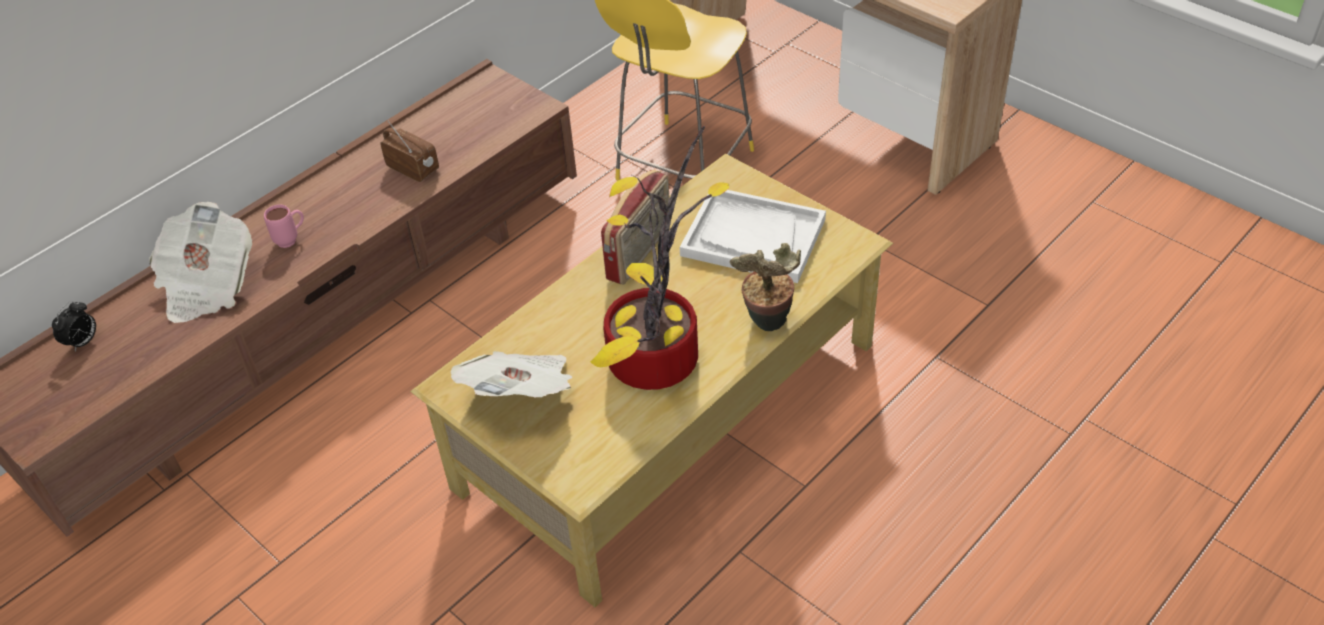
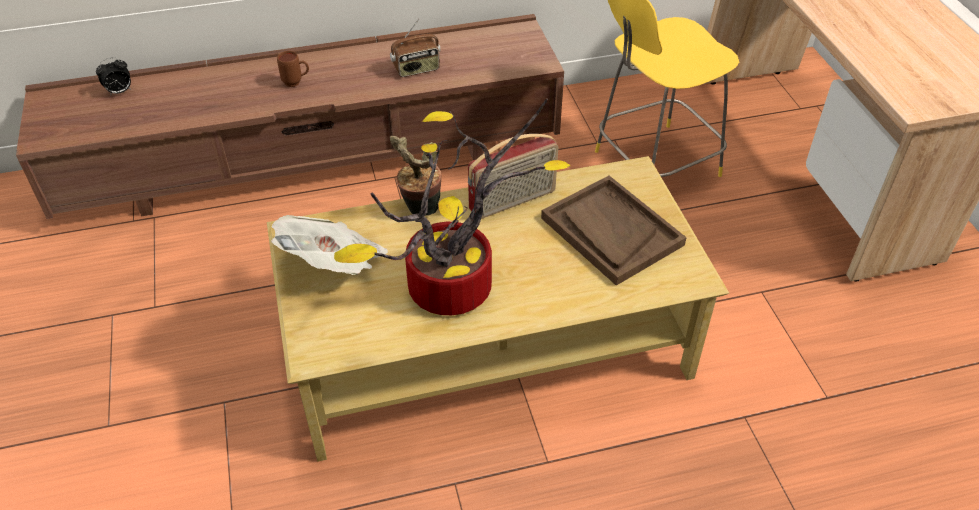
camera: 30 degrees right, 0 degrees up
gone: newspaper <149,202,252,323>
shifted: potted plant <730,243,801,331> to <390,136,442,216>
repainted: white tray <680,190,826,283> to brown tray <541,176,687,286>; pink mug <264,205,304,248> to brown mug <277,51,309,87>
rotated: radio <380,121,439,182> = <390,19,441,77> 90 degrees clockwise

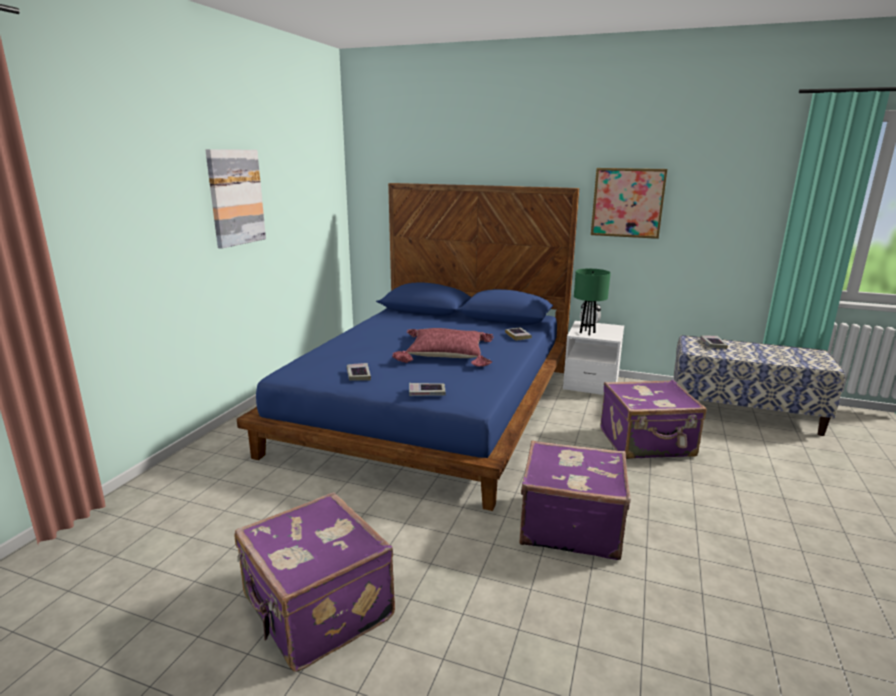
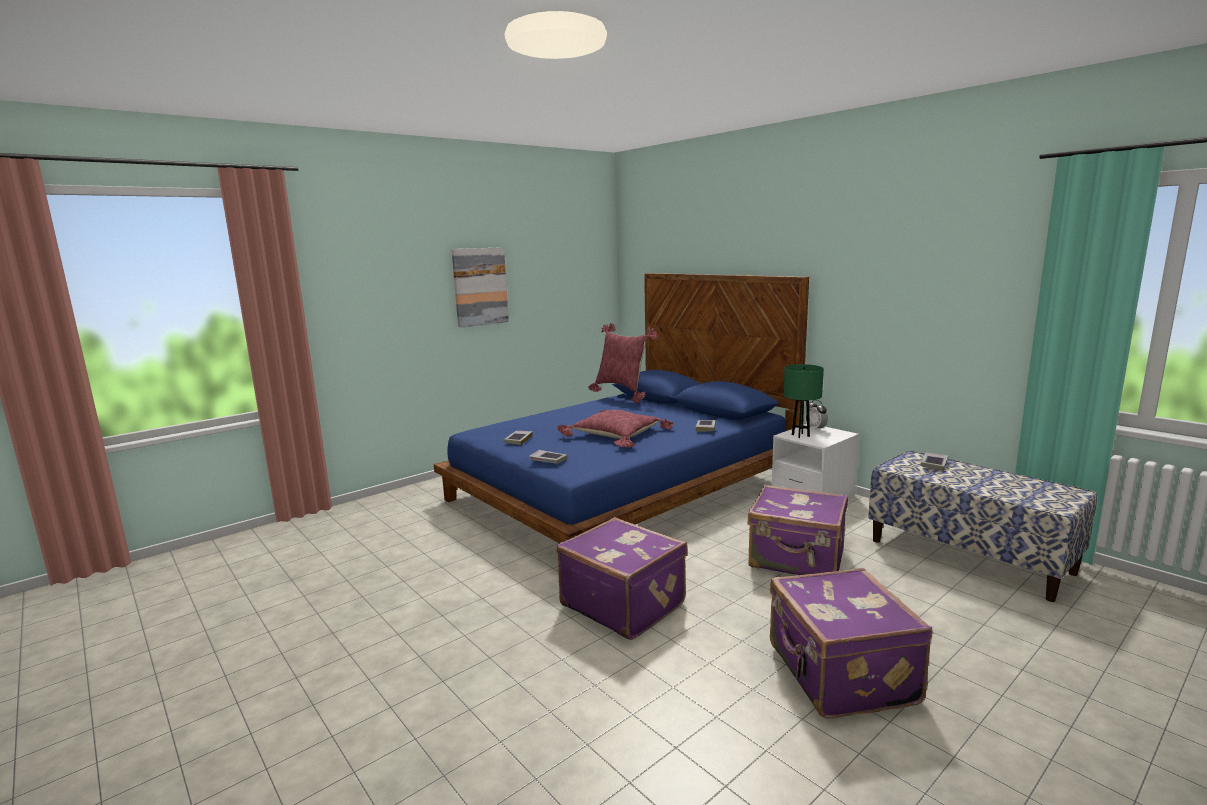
camera: 30 degrees right, 5 degrees down
gone: picture <591,168,667,239>
new: red pillow <588,323,658,403>
shifted: purple suitcase <234,492,395,672> to <770,568,932,719>

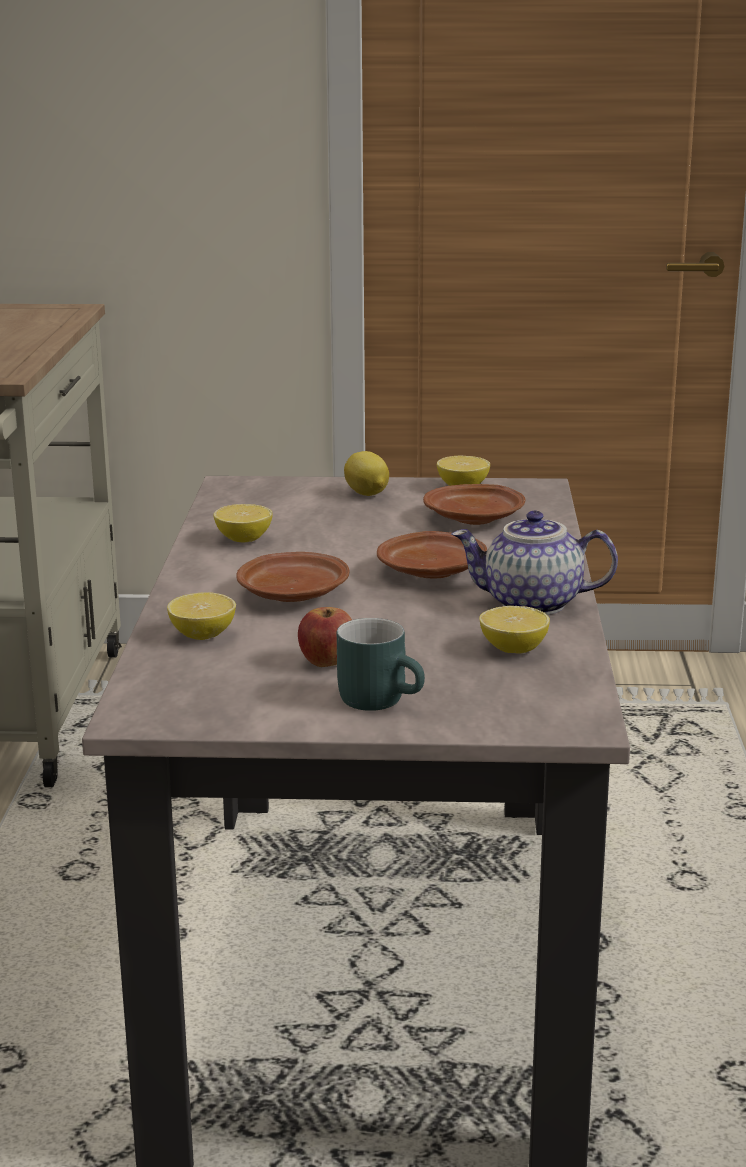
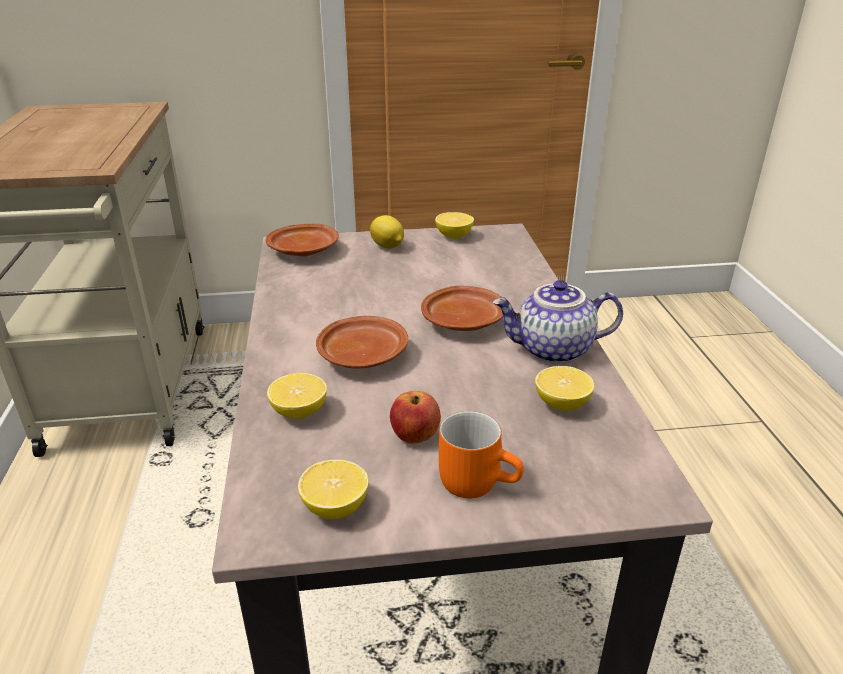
camera: 10 degrees left, 10 degrees up
shifted: brown plate <423,484,525,525> to <266,224,339,256>; lemon <214,504,273,542> to <298,460,369,520>
repainted: turquoise mug <337,618,425,711> to orange mug <439,411,524,499>

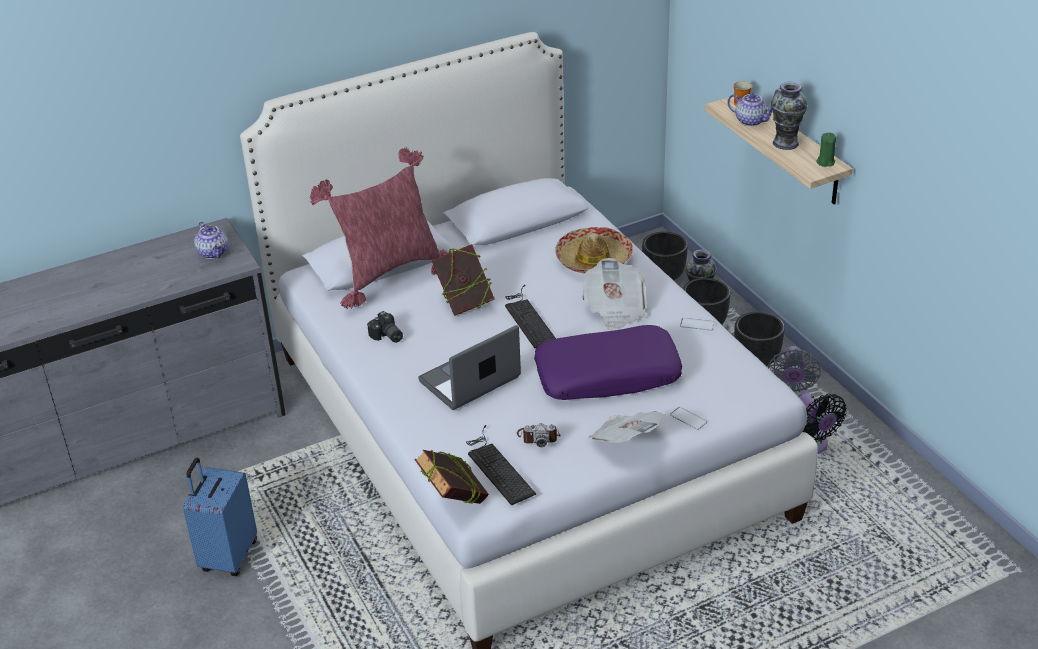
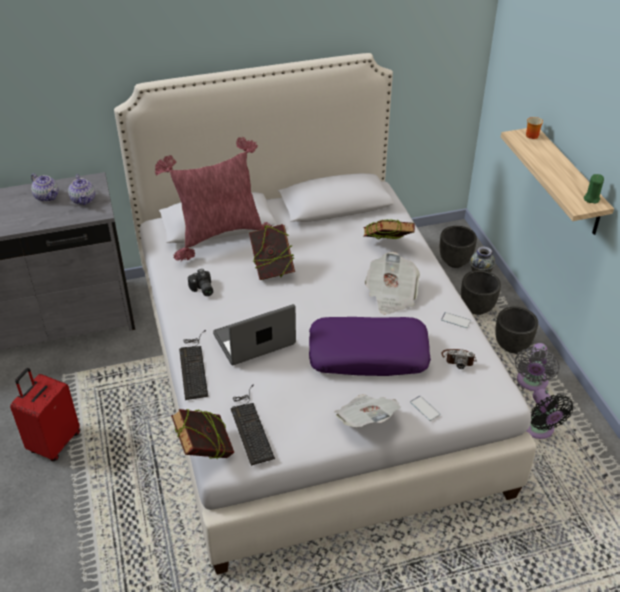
camera: 10 degrees right, 5 degrees up
gone: vase <771,82,807,150>
shifted: teapot <727,93,773,126> to <31,173,59,202>; keyboard <505,285,556,349> to <179,330,208,400>; photo camera <517,423,561,447> to <442,349,477,369>
swapped: hat <555,227,633,274> to book <363,219,415,240>
repainted: blue suitcase <183,458,257,576> to red suitcase <10,368,80,461>

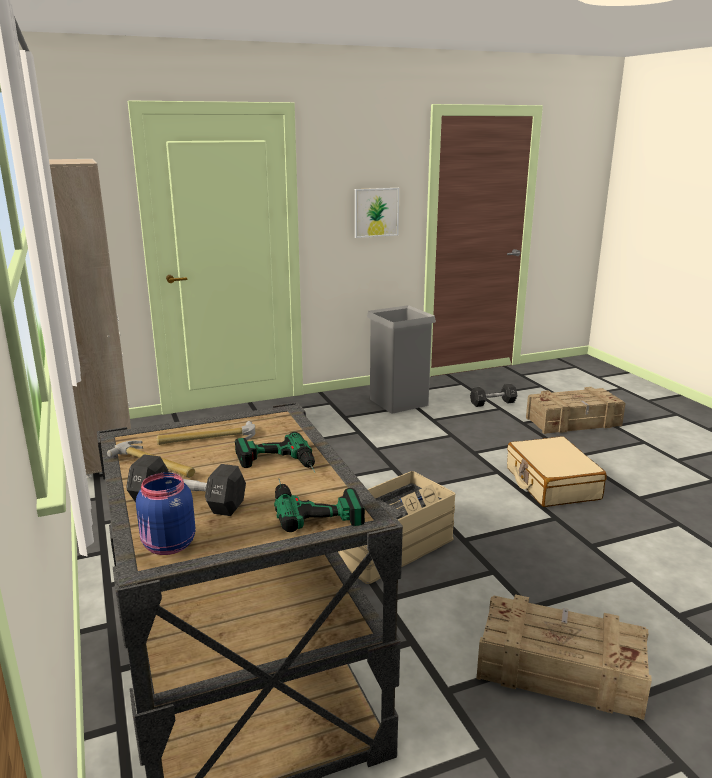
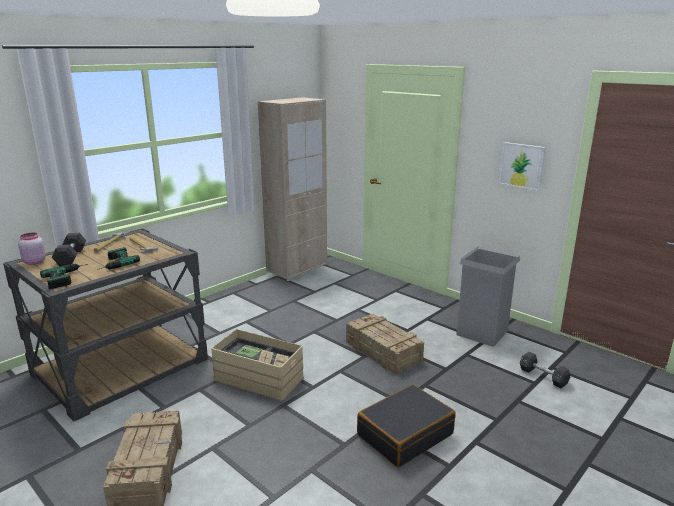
camera: 65 degrees right, 0 degrees up
shifted: crate <526,387,626,434> to <346,314,424,375>
repainted: beige suitcase <507,436,607,507> to black suitcase <357,384,456,467>; blue jar <136,472,196,555> to pink jar <18,233,46,265>

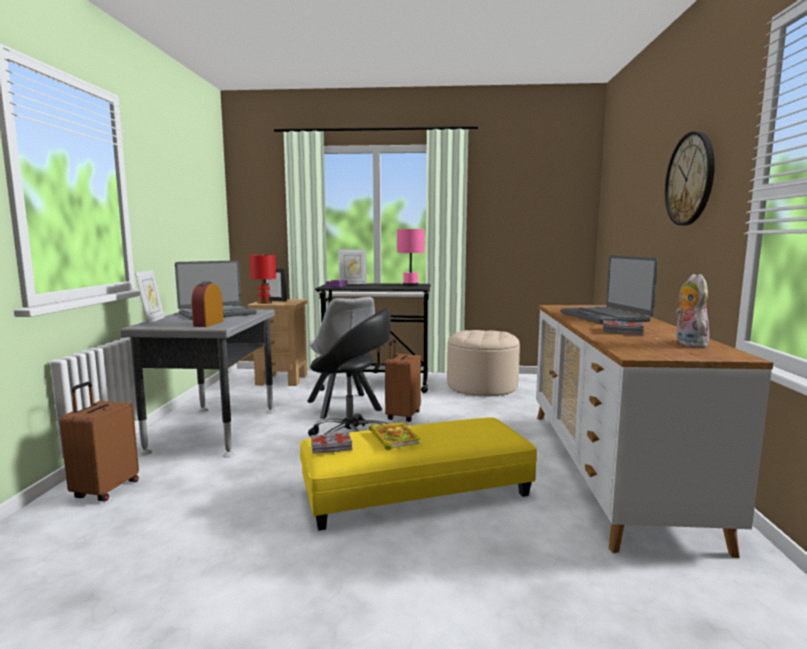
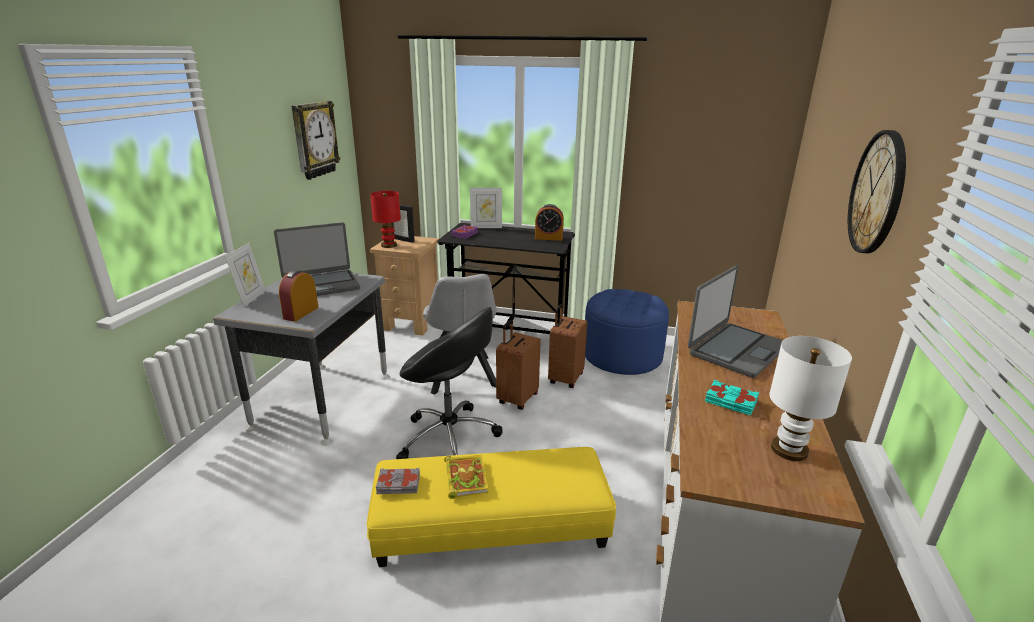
camera: 10 degrees right, 15 degrees up
new: wall clock <291,101,341,180>
shifted: brown suitcase <59,382,139,501> to <548,304,588,388>
swapped: pink table lamp <397,229,425,286> to alarm clock <535,204,564,241>; plush toy <675,274,711,348> to white table lamp <769,336,852,461>
repainted: grey book <602,320,644,335> to turquoise book <705,380,759,416>; beige ottoman <447,330,520,396> to blue ottoman <585,289,669,375>
rotated: laptop <560,255,658,324> = <688,265,783,378> 135 degrees counterclockwise

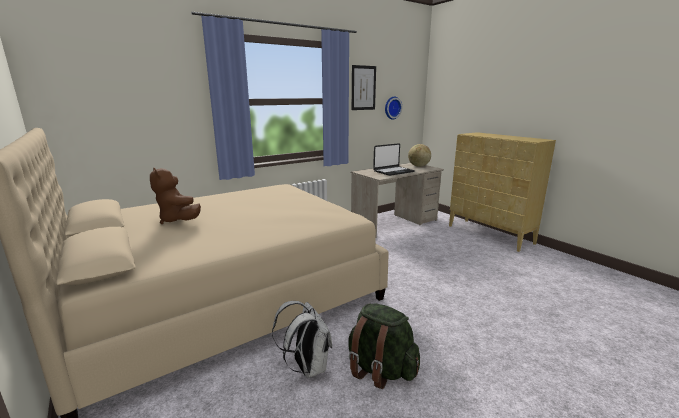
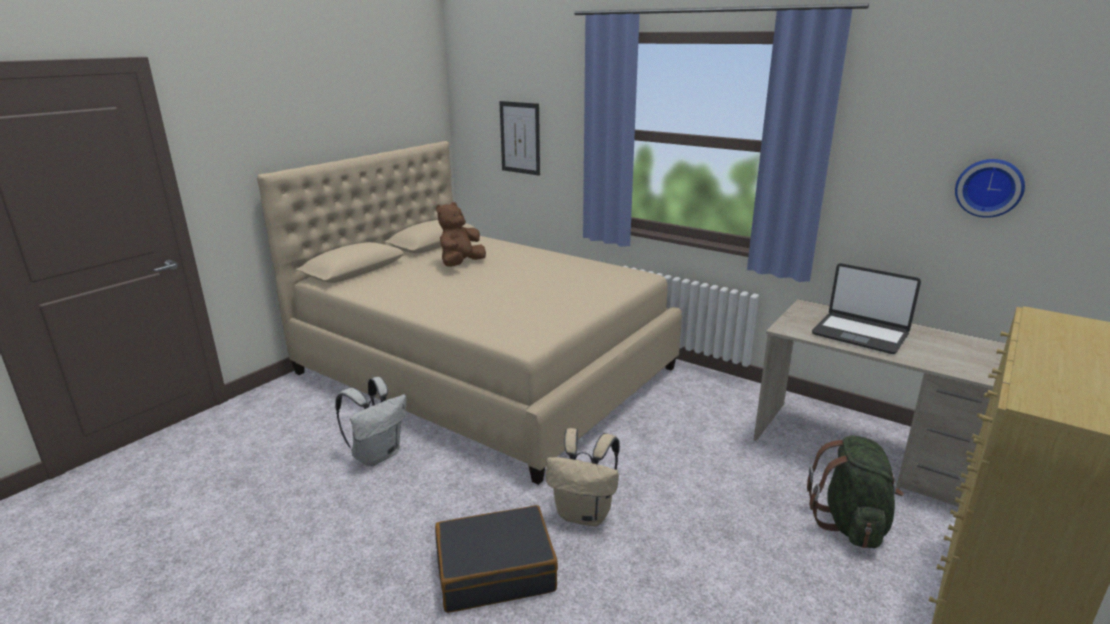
camera: 70 degrees right, 5 degrees up
gone: globe <408,144,431,167>
new: beige backpack <546,428,620,526>; black suitcase <435,505,558,613>
shifted: picture <352,65,376,110> to <499,101,540,176>; green backpack <348,303,420,389> to <807,436,903,548>

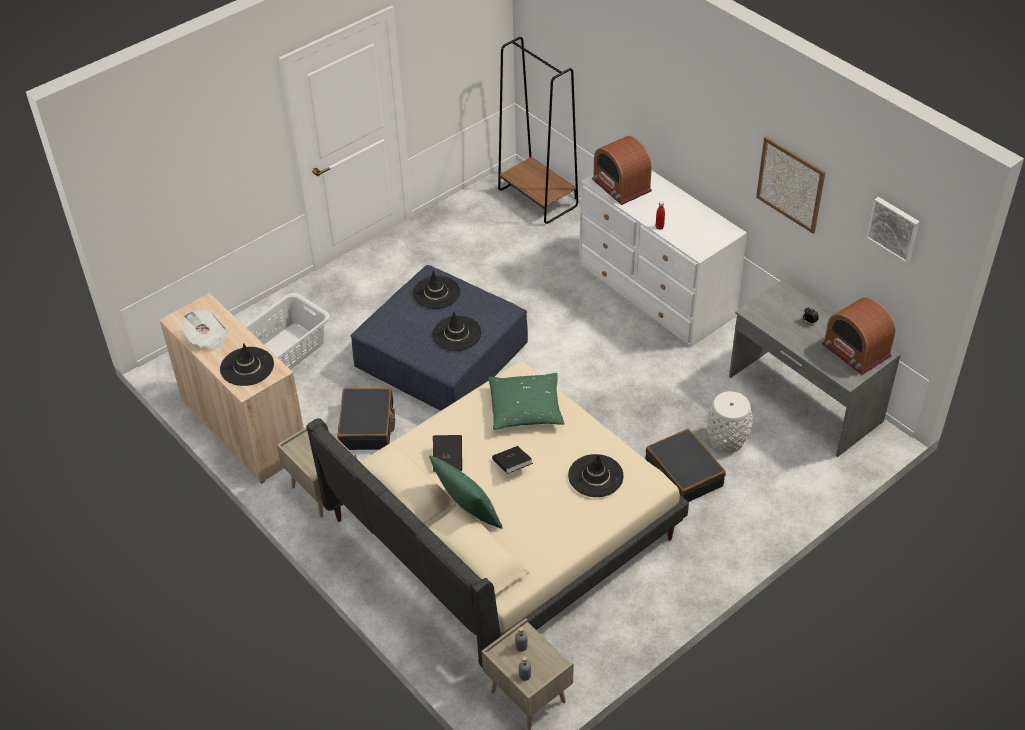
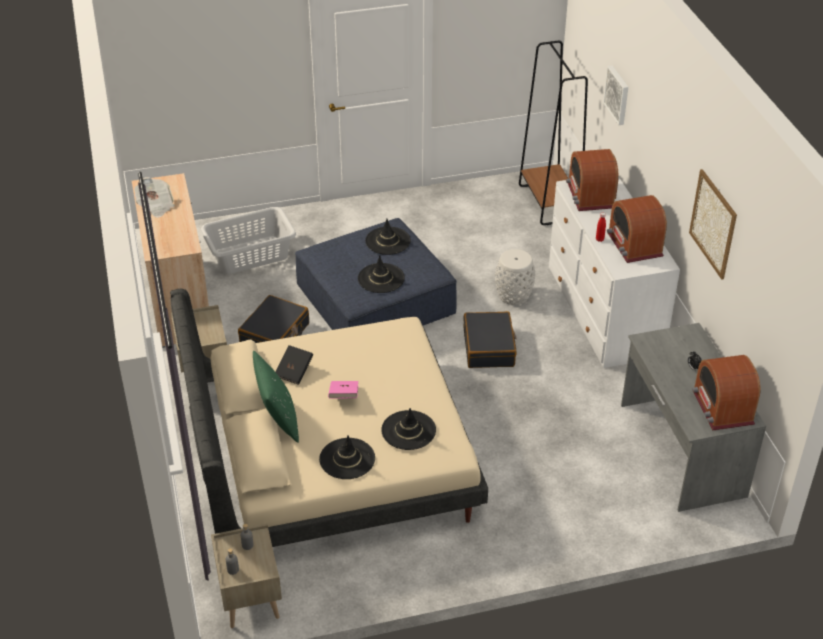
camera: 25 degrees right, 5 degrees down
gone: green pillow <488,373,565,430>
new: radio <607,195,667,263>
shifted: picture <866,197,920,263> to <603,65,628,125>; black hat <220,343,274,386> to <319,435,375,479>; white stool <707,391,753,452> to <495,249,535,305>; black suitcase <645,429,726,502> to <463,311,517,368>
repainted: black book <492,446,533,474> to pink book <328,381,359,399>

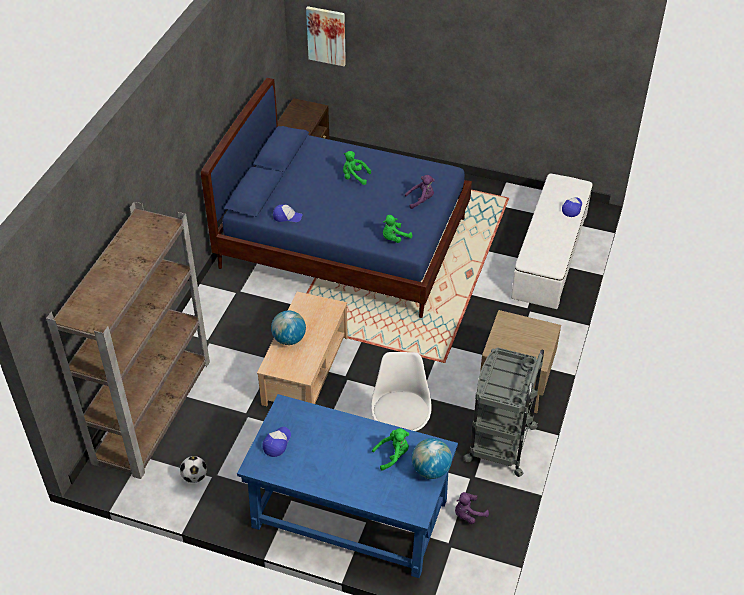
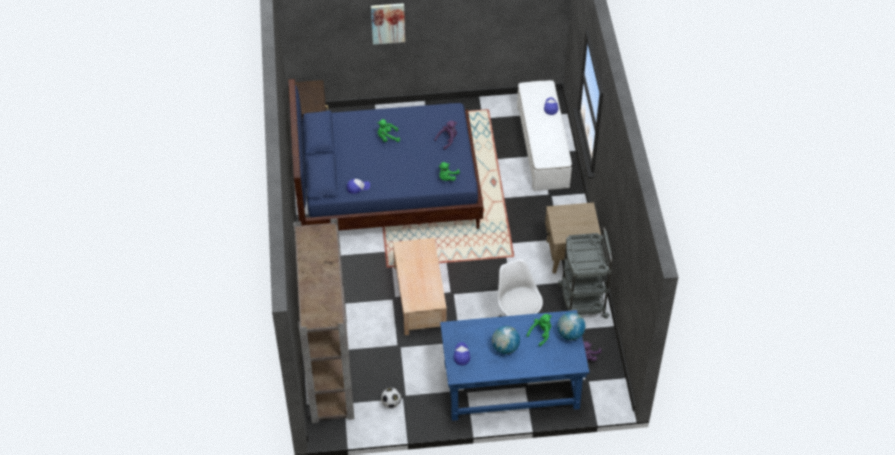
camera: 25 degrees left, 5 degrees up
shifted: picture <306,6,346,66> to <371,3,405,45>; globe <271,310,306,345> to <492,326,520,354>

